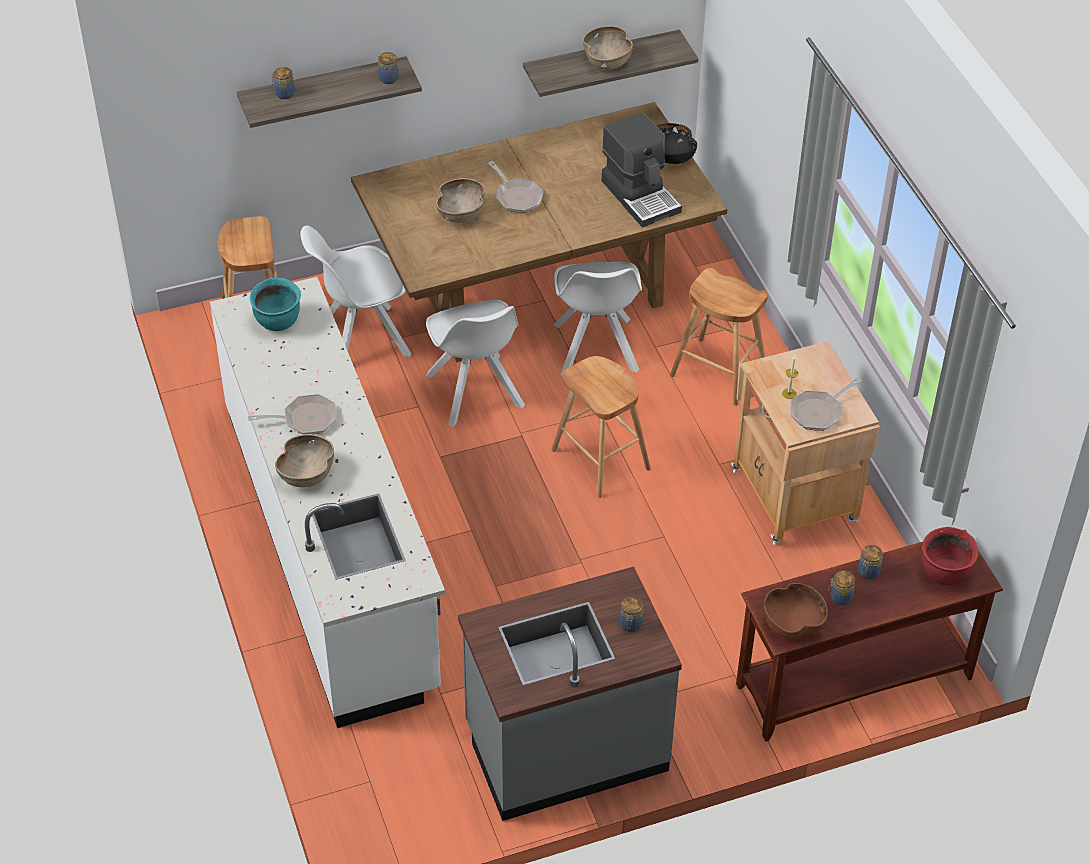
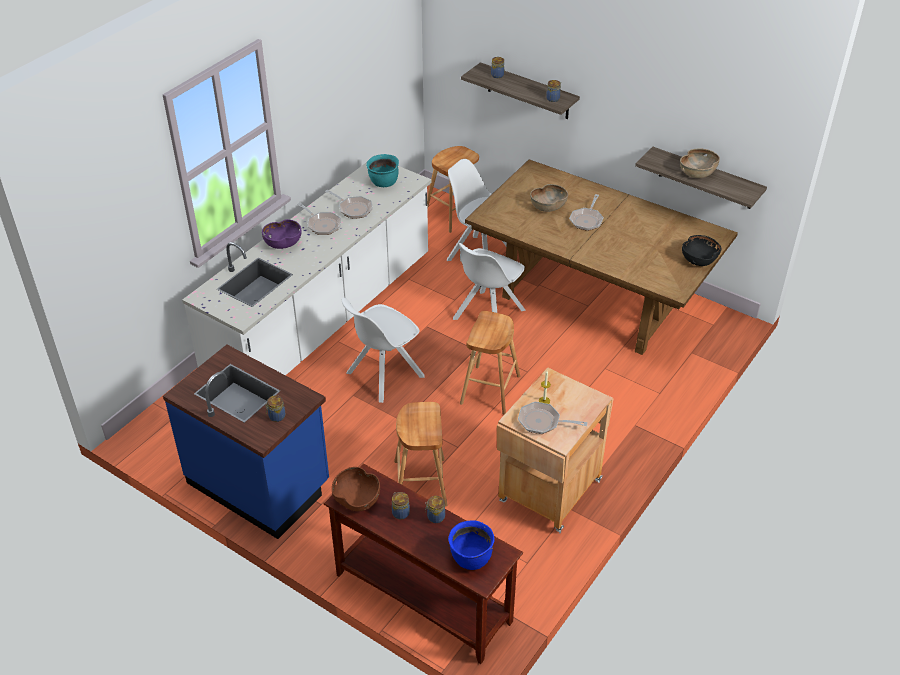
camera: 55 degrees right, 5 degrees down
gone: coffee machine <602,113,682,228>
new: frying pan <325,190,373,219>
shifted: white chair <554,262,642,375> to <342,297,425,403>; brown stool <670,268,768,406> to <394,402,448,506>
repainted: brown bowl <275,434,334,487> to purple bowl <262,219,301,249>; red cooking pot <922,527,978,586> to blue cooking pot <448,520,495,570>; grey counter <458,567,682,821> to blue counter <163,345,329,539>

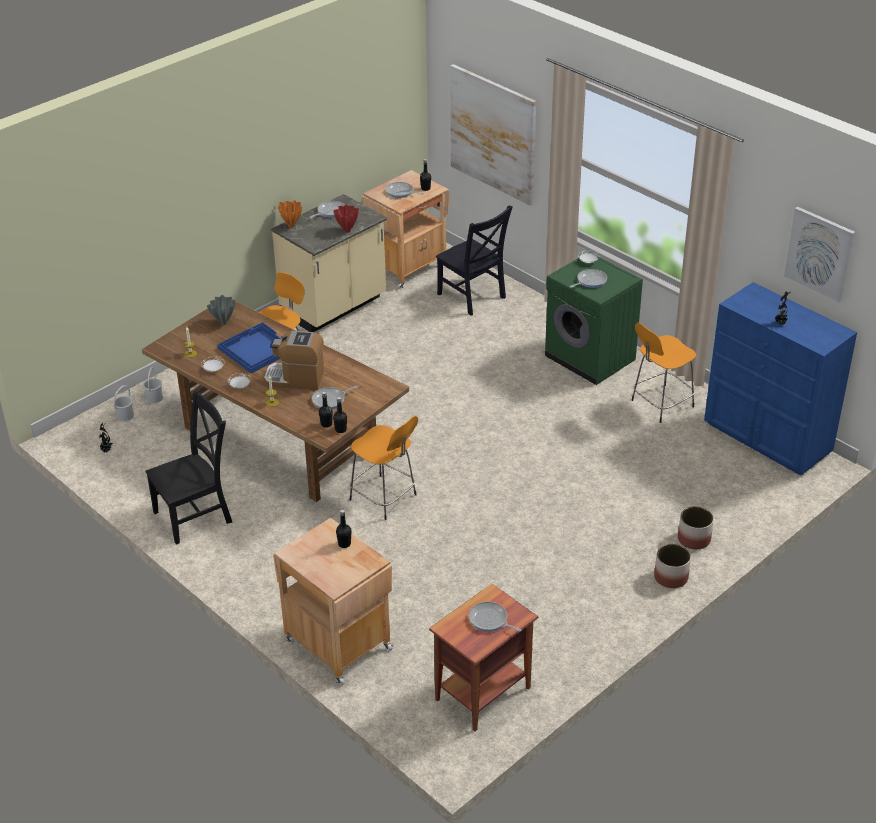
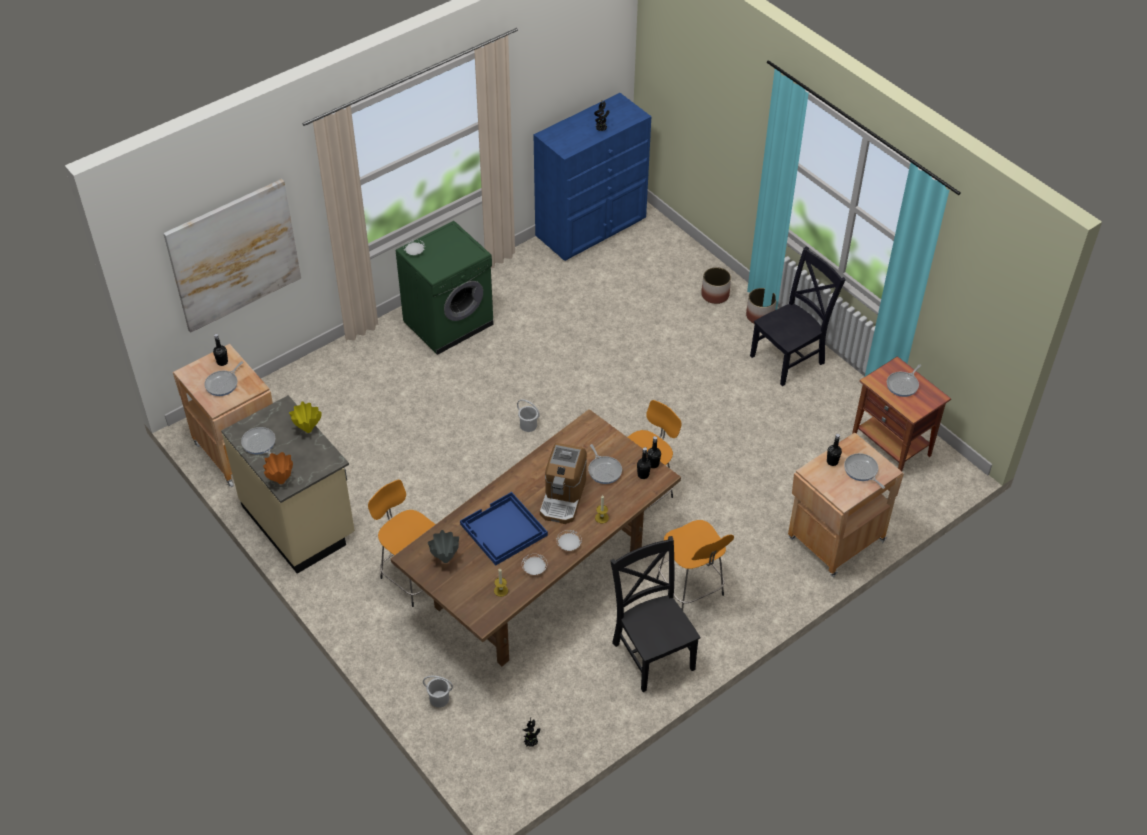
camera: 85 degrees left, 10 degrees up
gone: picture <784,207,855,302>
shifted: black chair <436,205,513,316> to <750,246,846,386>; frying pan <570,269,607,288> to <844,453,885,489>; orange stool <632,323,696,423> to <656,520,734,610>; white bucket <113,385,134,421> to <517,399,540,432>
repainted: red vase <334,204,359,233> to yellow vase <289,402,322,433>

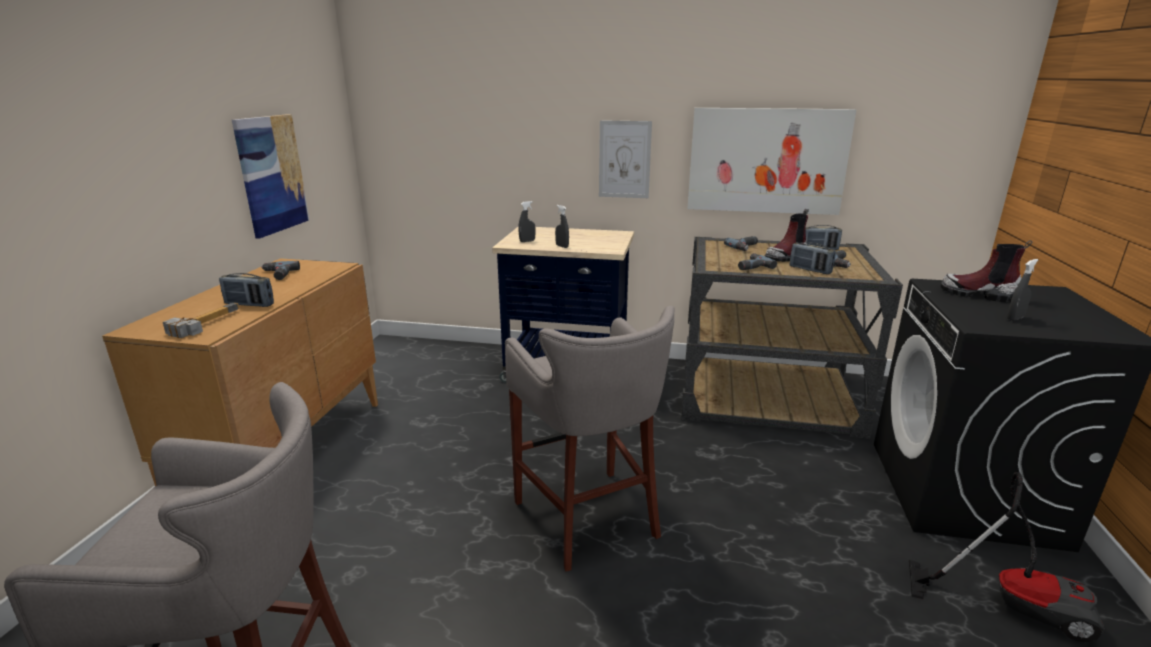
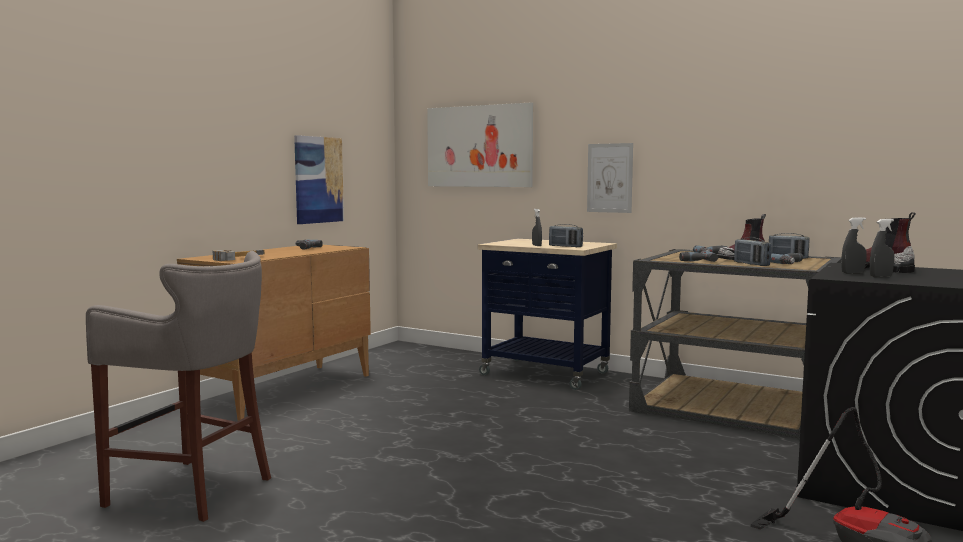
camera: 20 degrees right, 15 degrees down
gone: grey stool <505,306,675,572>
shifted: picture <687,108,856,215> to <427,102,533,187>; grey spray bottle <518,201,536,242> to <841,217,867,274>; radio <219,273,274,307> to <549,224,583,247>

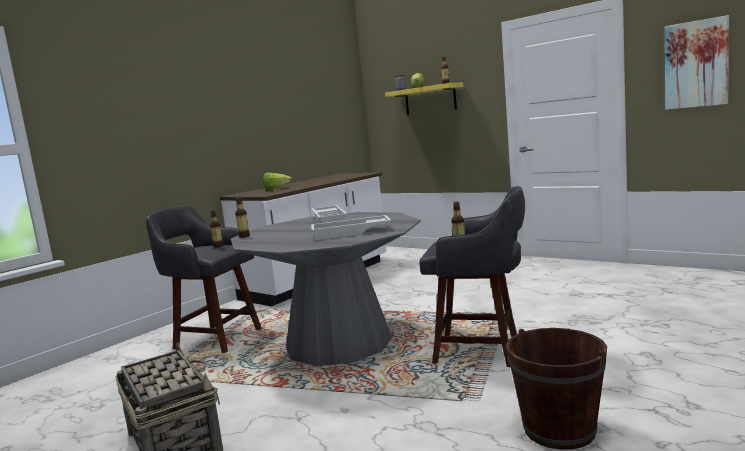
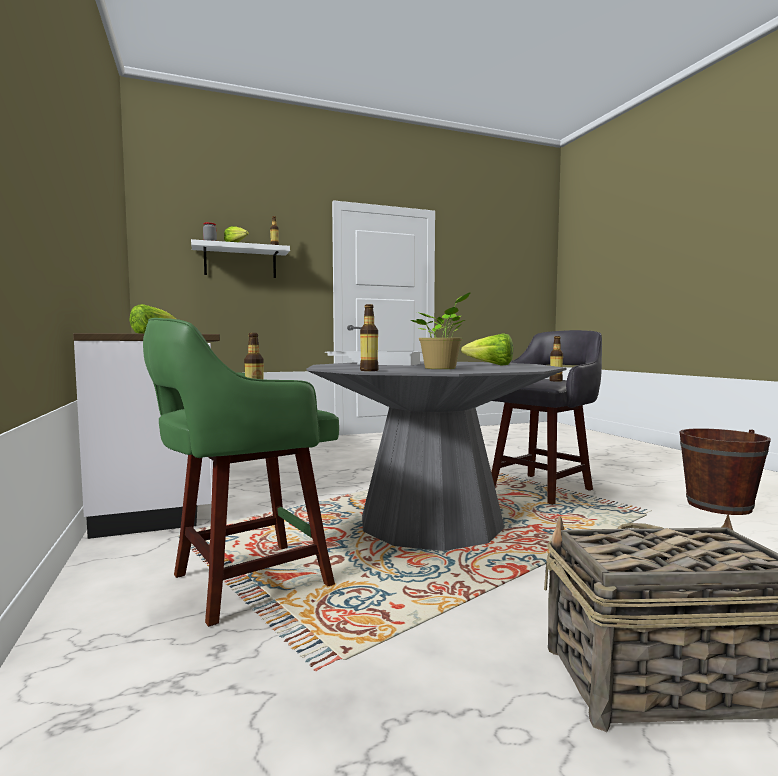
camera: 60 degrees left, 5 degrees down
gone: picture <665,15,729,110>
new: potted plant <410,293,470,369>
swapped: white tray <311,215,391,240> to lettuce <461,333,513,366>
repainted: yellow shelf <385,83,463,115> to white shelf <191,239,290,278>; grey stool <146,206,262,353> to green stool <143,318,339,627>

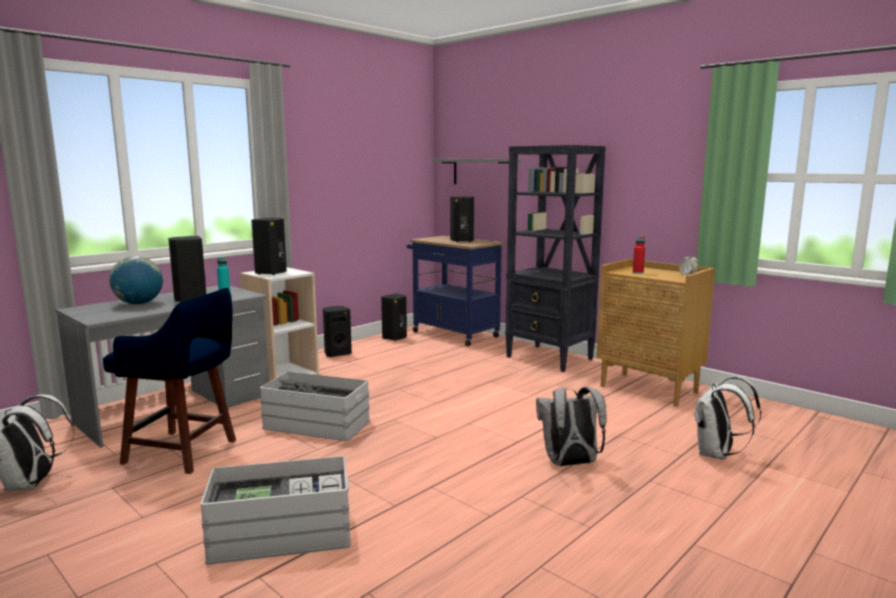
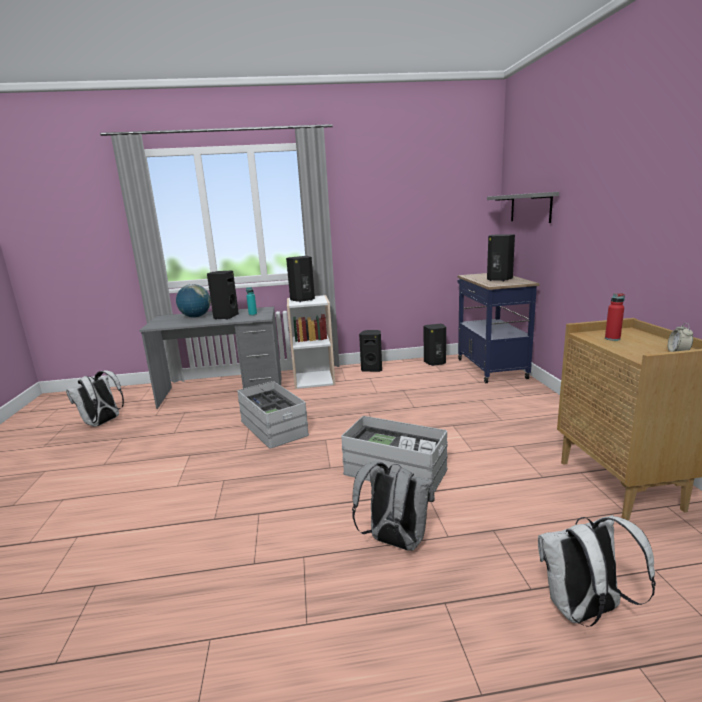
camera: 40 degrees right, 5 degrees up
gone: black bookcase <505,145,606,372>; blue stool <103,288,236,474>
shifted: grey storage box <201,456,351,565> to <341,416,448,493>

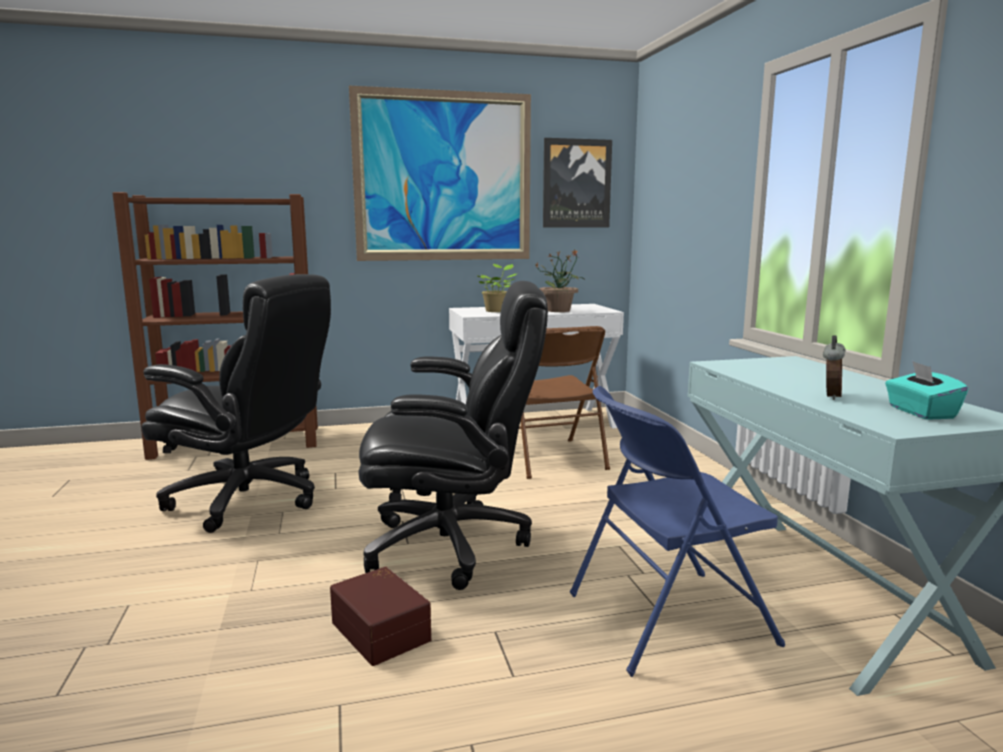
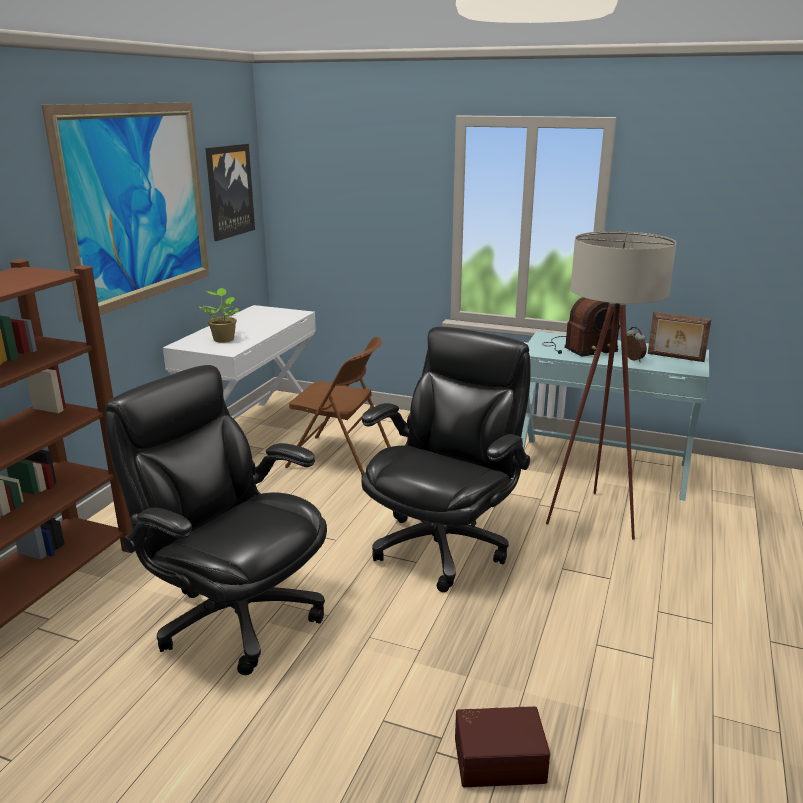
camera: 55 degrees left, 10 degrees up
gone: potted plant <534,250,584,312>
new: radio <542,297,620,357>
shifted: brown storage box <330,567,431,666> to <455,706,550,787>
swapped: turquoise tissue box <885,361,969,420> to picture frame <648,312,712,362>; blue chair <570,386,785,677> to beige floor lamp <546,231,677,540>
rotated: black office chair <141,274,331,533> = <105,365,327,675> 105 degrees counterclockwise

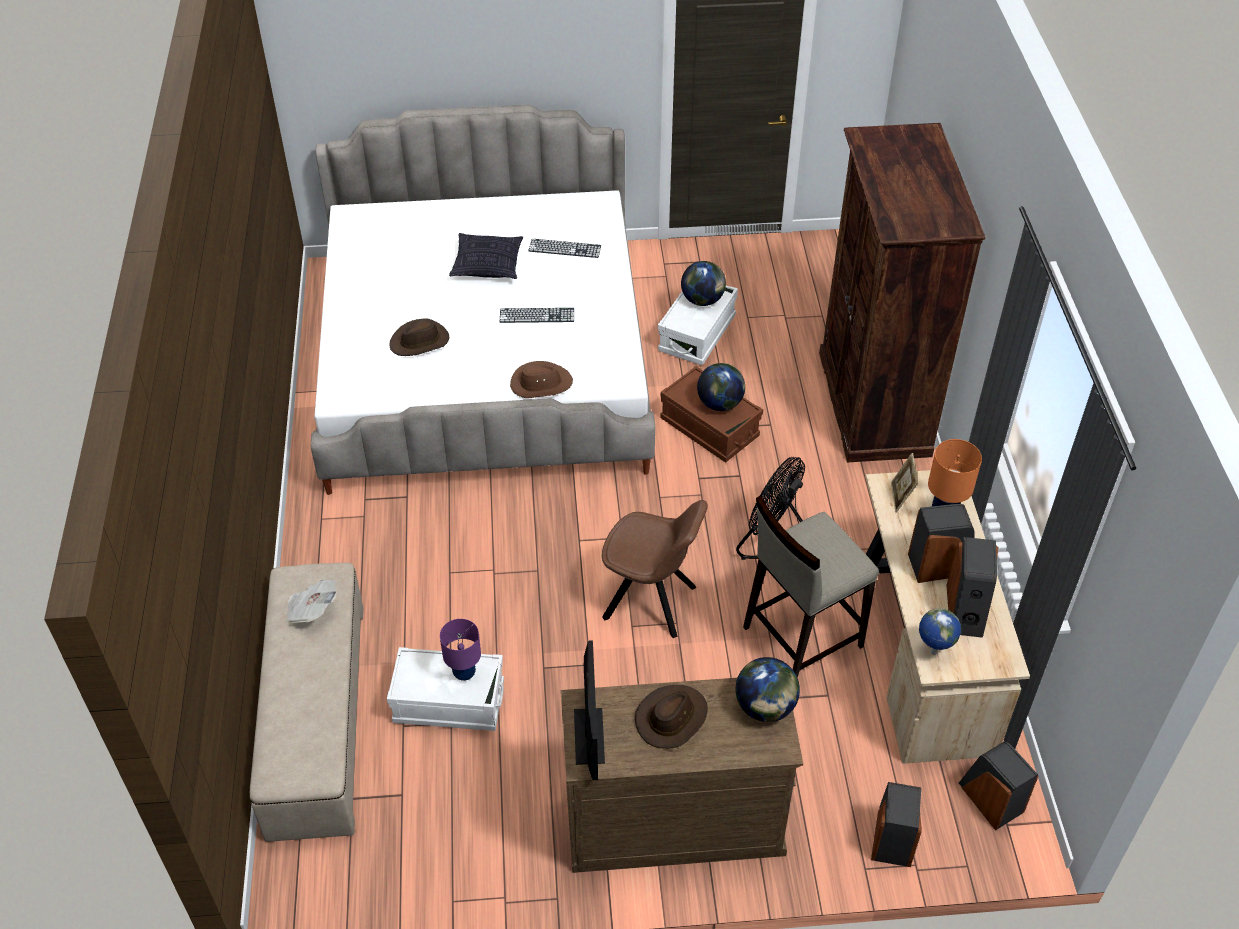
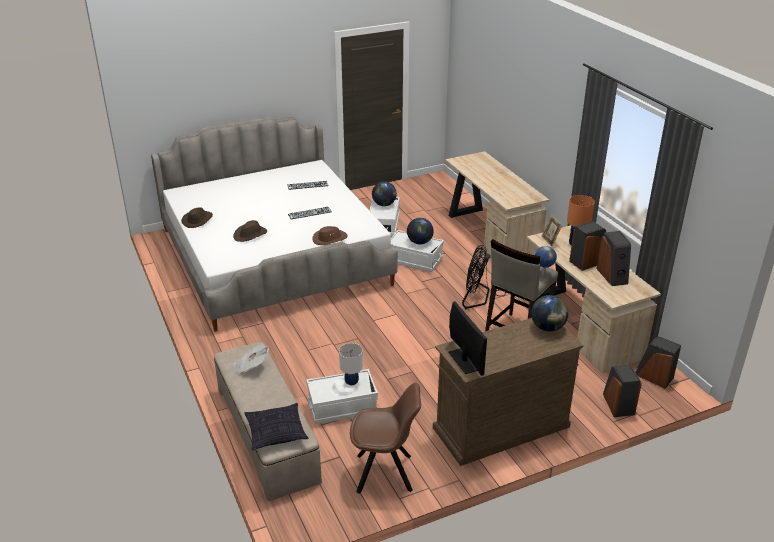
camera: 20 degrees left, 15 degrees down
shifted: pillow <449,233,523,279> to <245,403,308,450>; brown chair <602,500,708,638> to <350,383,421,494>; globe <919,608,961,655> to <535,246,557,275>; brown hat <635,685,708,749> to <181,207,213,228>
swapped: brown wardrobe <819,123,986,463> to beige desk <445,151,549,255>
repainted: brown storage box <660,366,763,463> to white storage box <391,230,444,272>; purple table lamp <440,619,481,681> to white table lamp <339,343,363,385>

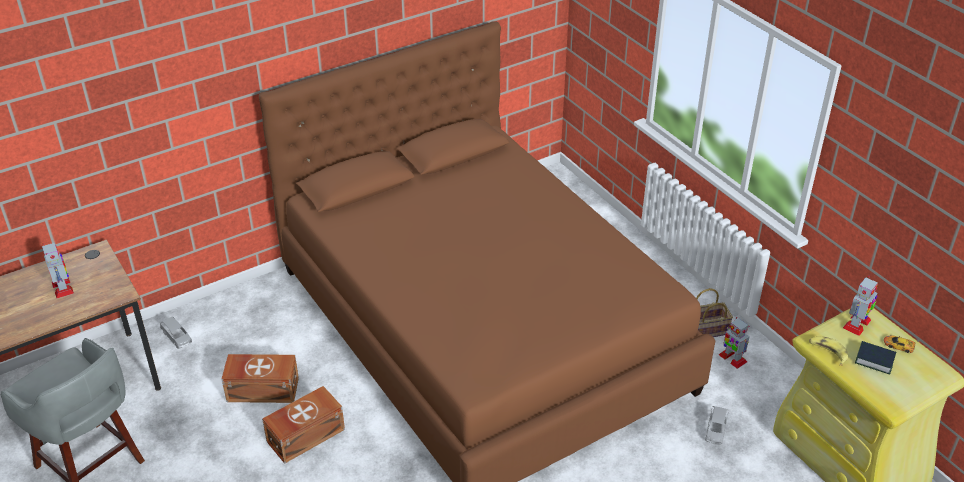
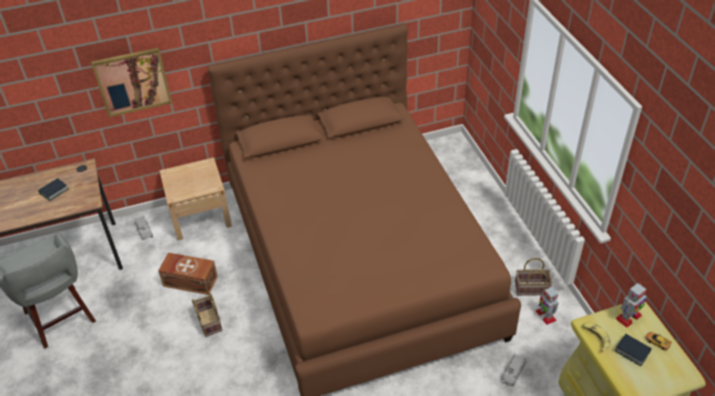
camera: 15 degrees right, 5 degrees up
new: picture <91,48,172,117>; beige nightstand <159,157,232,240>
swapped: toy robot <42,243,74,298> to book <39,178,69,201>; brown storage box <262,386,345,464> to basket <192,293,222,337>

